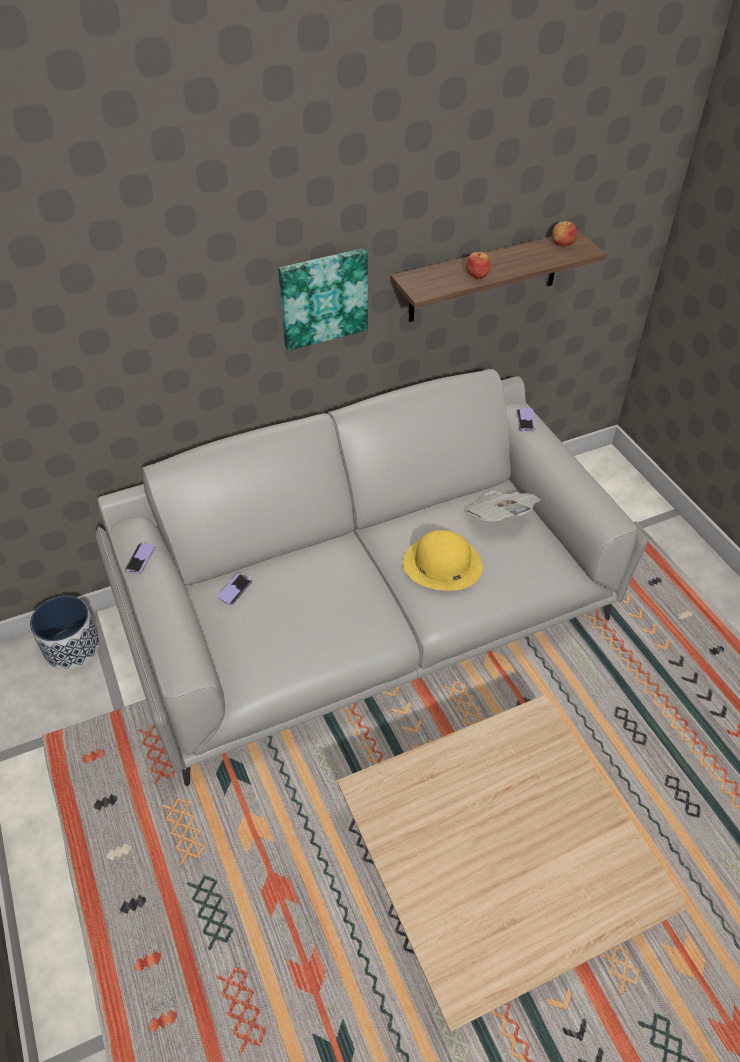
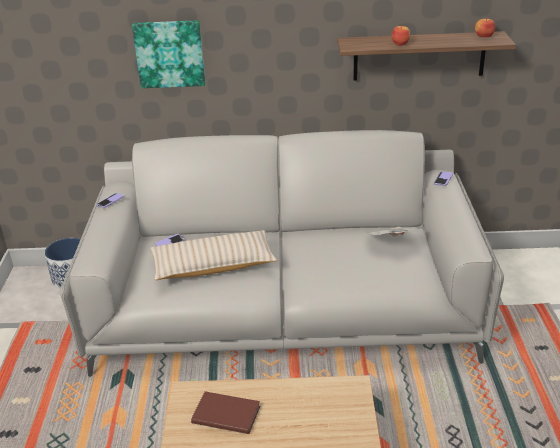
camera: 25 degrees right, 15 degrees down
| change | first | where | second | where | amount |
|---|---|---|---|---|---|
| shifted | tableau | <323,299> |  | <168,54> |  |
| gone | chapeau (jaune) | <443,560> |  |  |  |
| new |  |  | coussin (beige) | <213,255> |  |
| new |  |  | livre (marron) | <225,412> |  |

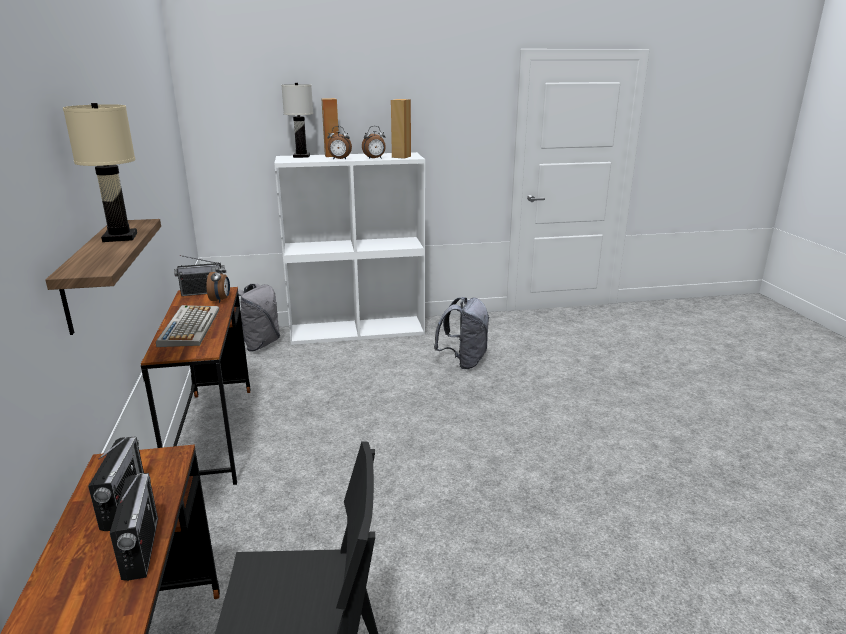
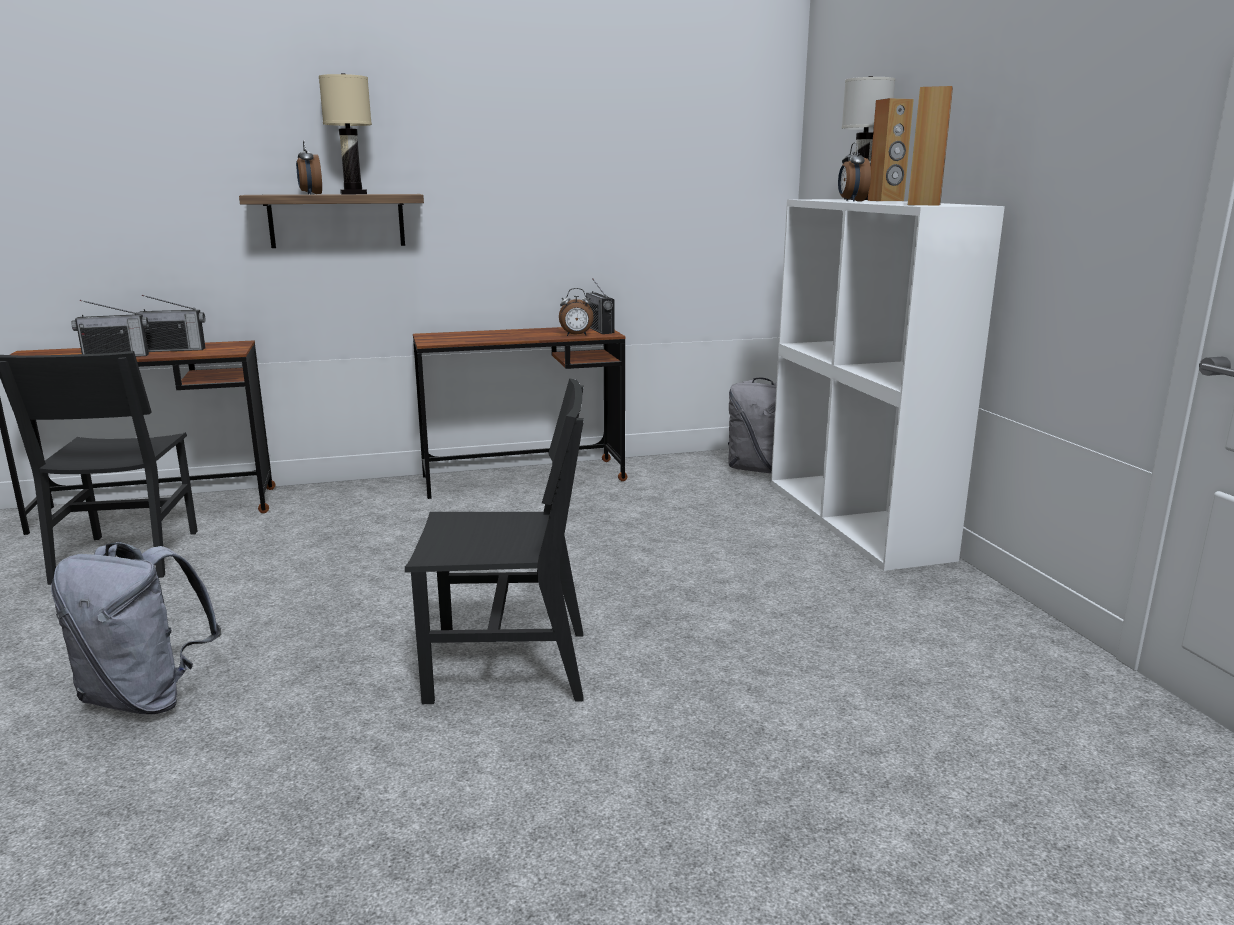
camera: 85 degrees right, 5 degrees down
| change | first | where | second | where | amount |
|---|---|---|---|---|---|
| shifted | réveil | <374,142> |  | <309,167> |  |
| shifted | sac à dos (gris) | <461,333> |  | <136,628> |  |
| gone | clavier | <187,326> |  |  |  |
| new |  |  | chaise (noir) | <494,541> |  |

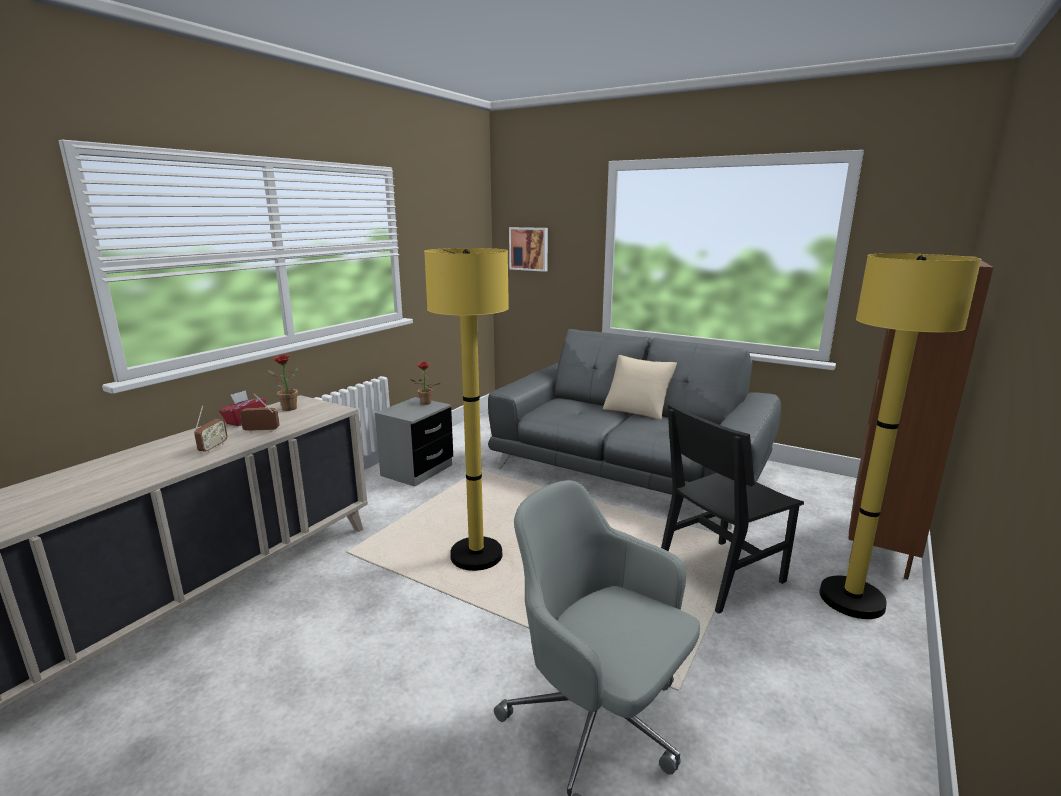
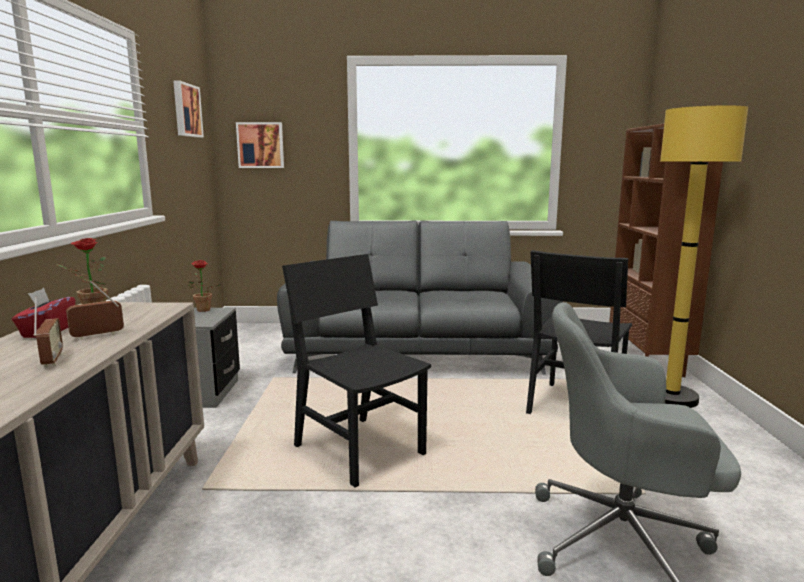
camera: 30 degrees left, 5 degrees down
| change | first | where | second | where | amount |
|---|---|---|---|---|---|
| swapped | lampadaire (jaune) | <466,409> | chaise (noir) | <356,370> |  |
| gone | coussin (beige) | <640,387> |  |  |  |
| new |  |  | tableau | <188,109> |  |

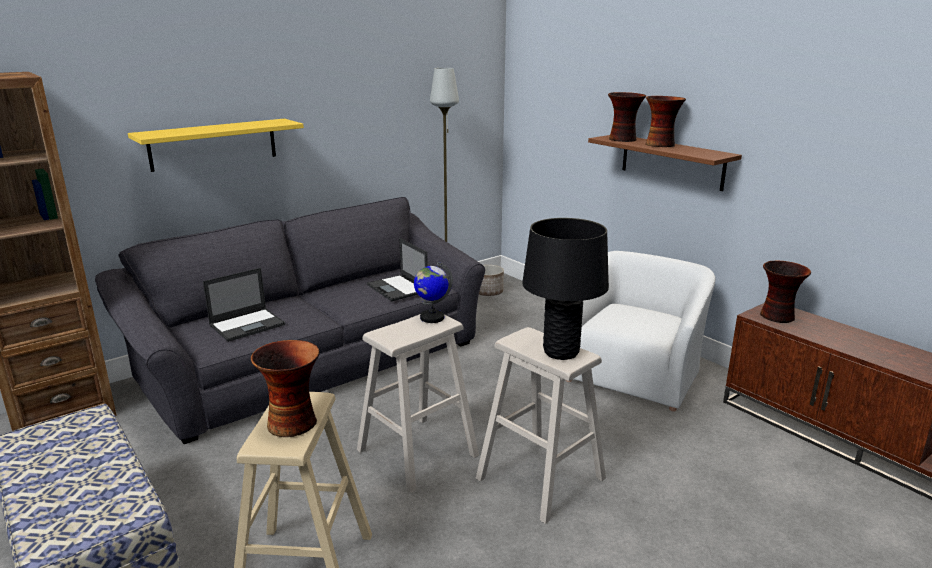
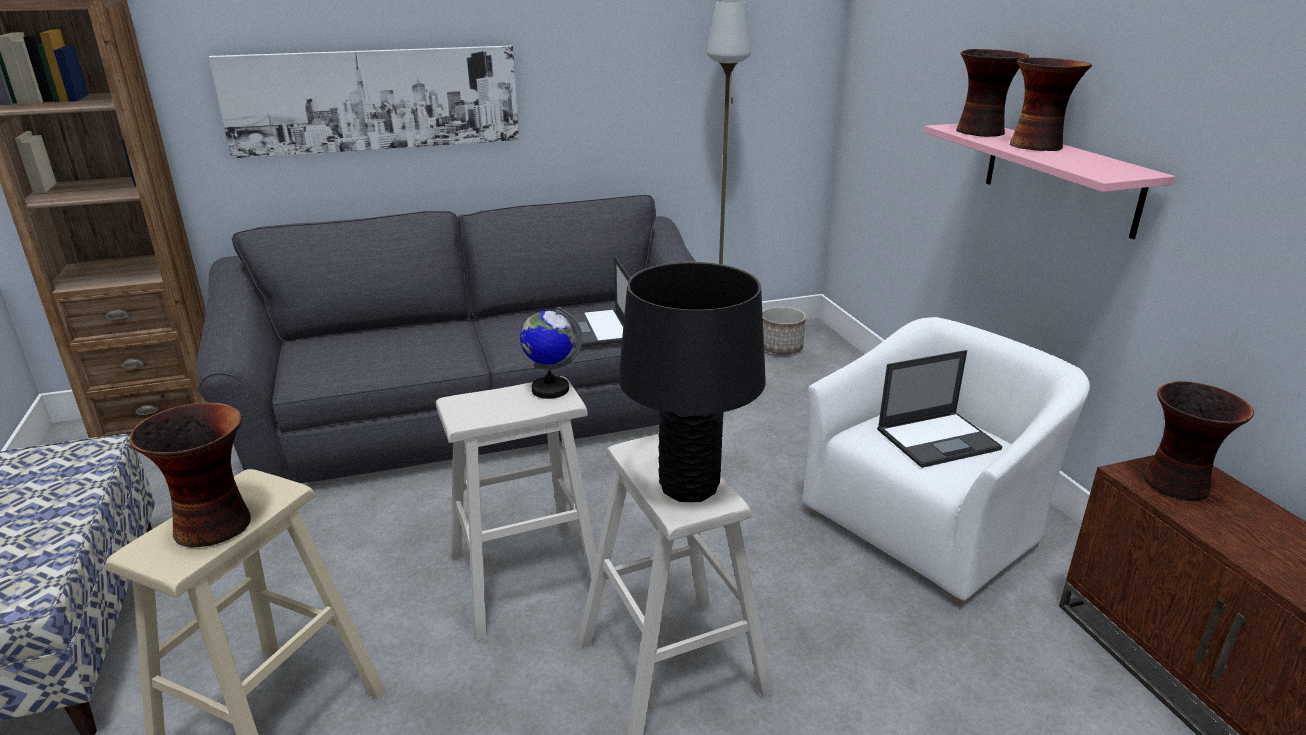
camera: 20 degrees right, 5 degrees up
| change | first | where | second | where | amount |
|---|---|---|---|---|---|
| swapped | étagère (jaune) | <216,145> | tableau | <364,102> |  |
| repainted | étagère (marron) | <665,163> | étagère (rose) | <1049,181> |  |
| shifted | ordinateur portable | <244,305> |  | <939,409> |  |

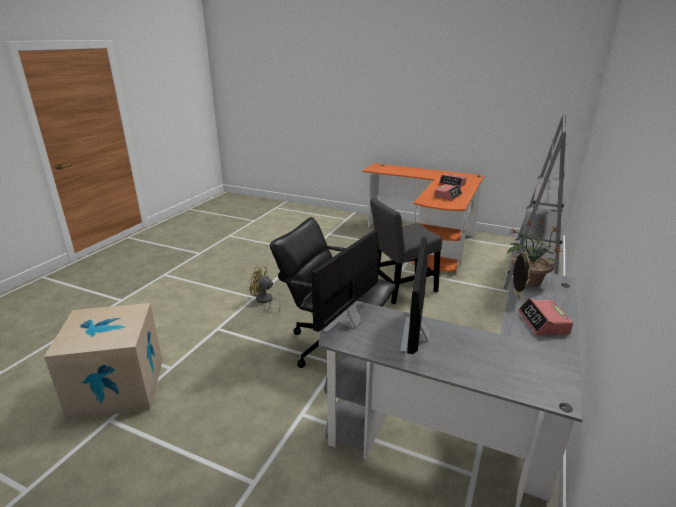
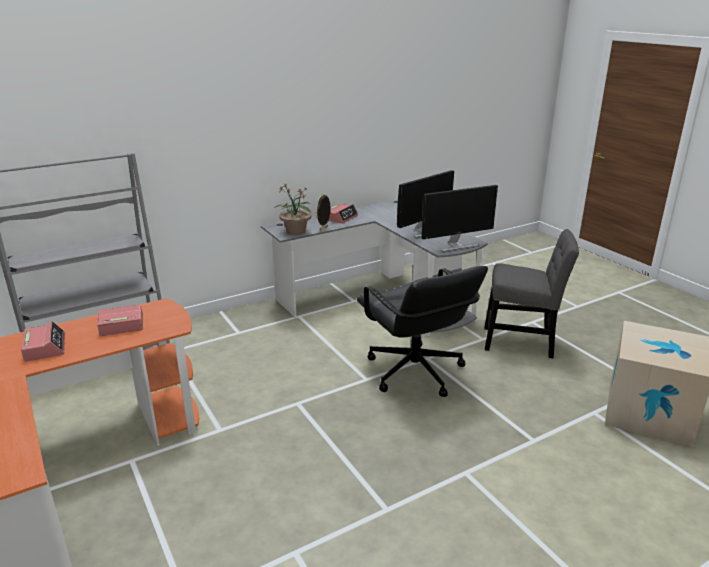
camera: 145 degrees left, 0 degrees up
| change | first | where | second | where | amount |
|---|---|---|---|---|---|
| shifted | chaise (gris) | <406,251> |  | <531,293> |  |
| gone | ventilateur (jaune) | <265,289> |  |  |  |

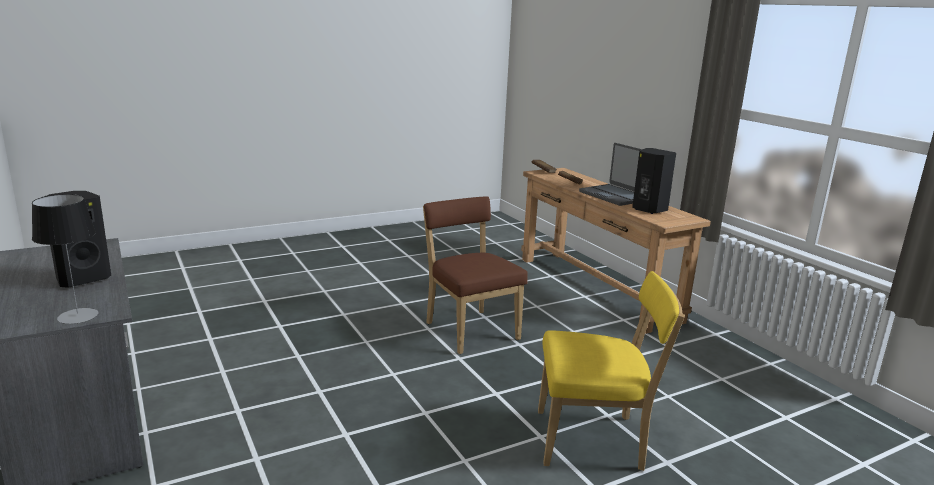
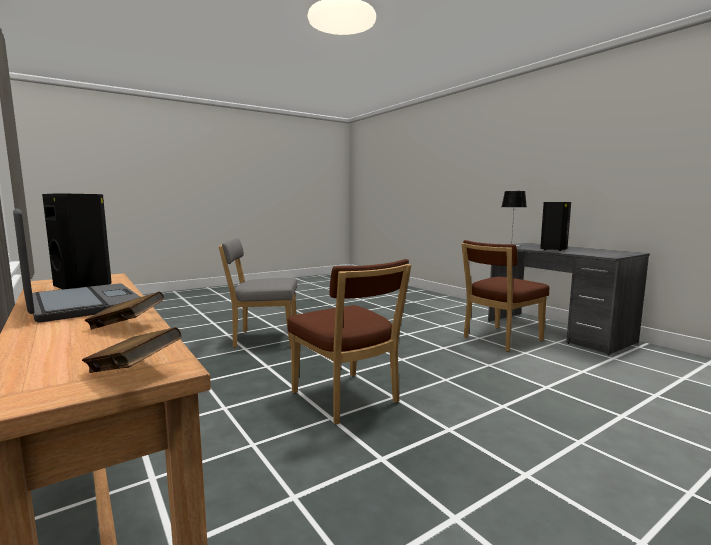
camera: 175 degrees right, 10 degrees down
| change | first | where | second | where | amount |
|---|---|---|---|---|---|
| repainted | chaise (jaune) | <611,371> | chaise (gris) | <257,293> |  |
| new |  |  | chaise (marron) | <505,296> |  |

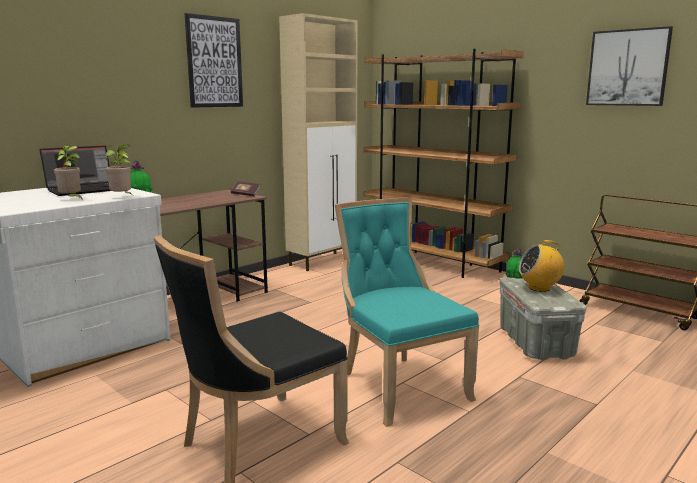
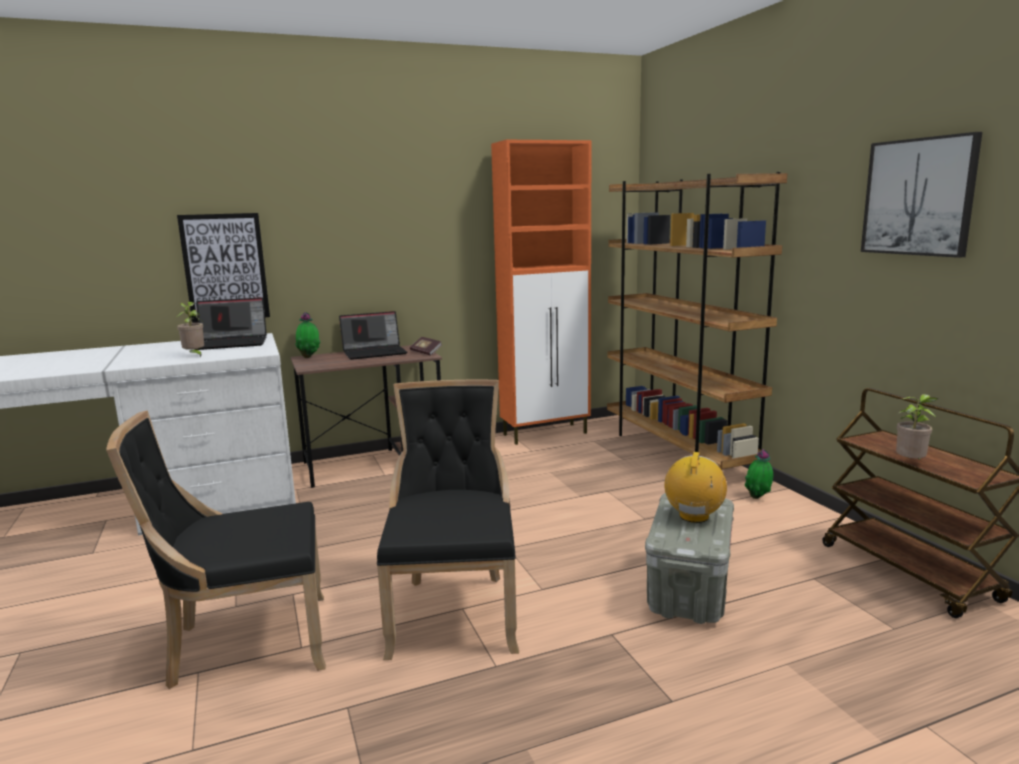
camera: 25 degrees right, 0 degrees up
| change | first | where | second | where | amount |
|---|---|---|---|---|---|
| shifted | tableau | <214,60> |  | <223,268> |  |
| repainted | meuble de rangement (beige) | <318,142> | meuble de rangement (orange) | <541,292> |  |
| shifted | plante en pot | <118,169> |  | <916,426> |  |
| repainted | chaise (turquoise) | <407,312> | chaise (noir) | <448,520> |  |
| rotated | radio | <541,266> |  | <695,487> | 90 degrees clockwise |
| new |  |  | ordinateur portable | <373,335> |  |

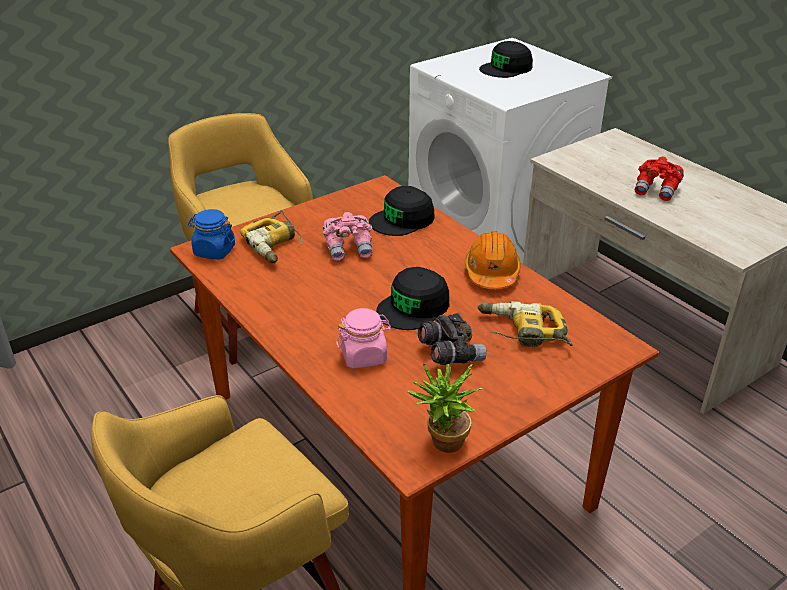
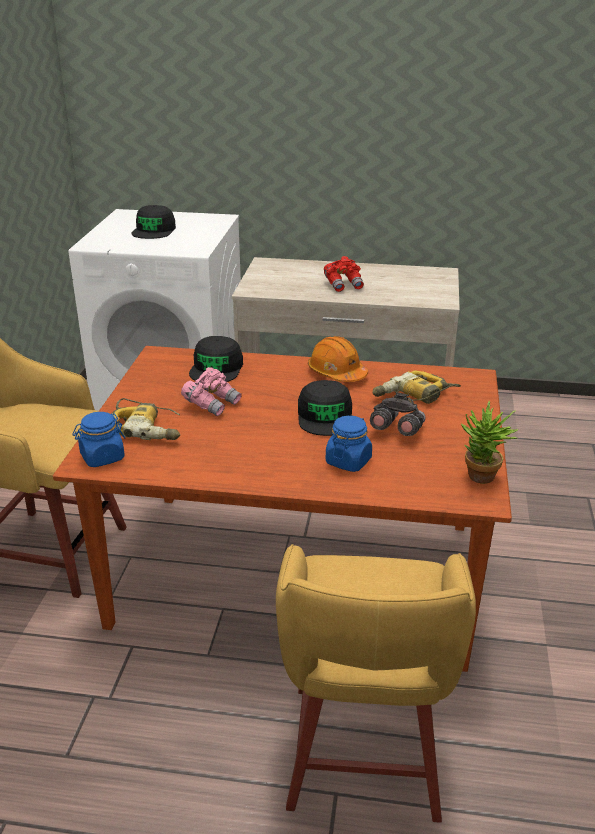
camera: 45 degrees left, 5 degrees down
| change | first | where | second | where | amount |
|---|---|---|---|---|---|
| repainted | bocal (rose) | <363,338> | bocal (bleu) | <349,444> |  |

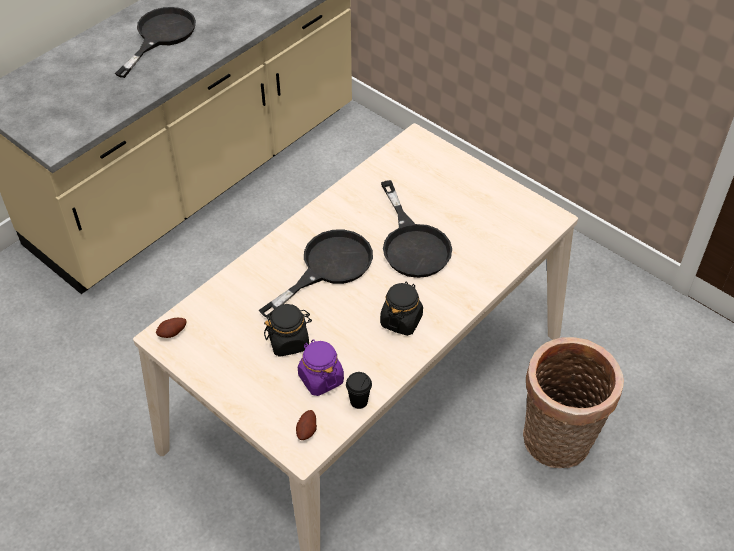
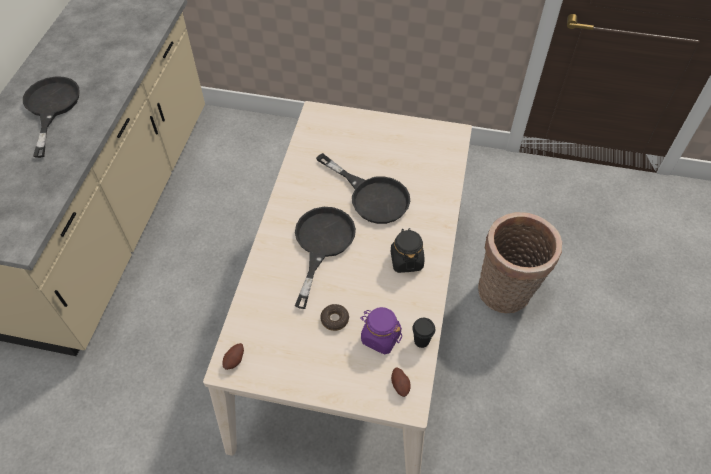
camera: 30 degrees left, 5 degrees up
| change | first | where | second | where | amount |
|---|---|---|---|---|---|
| swapped | bocal (noir) | <288,330> | beignet | <334,317> |  |

